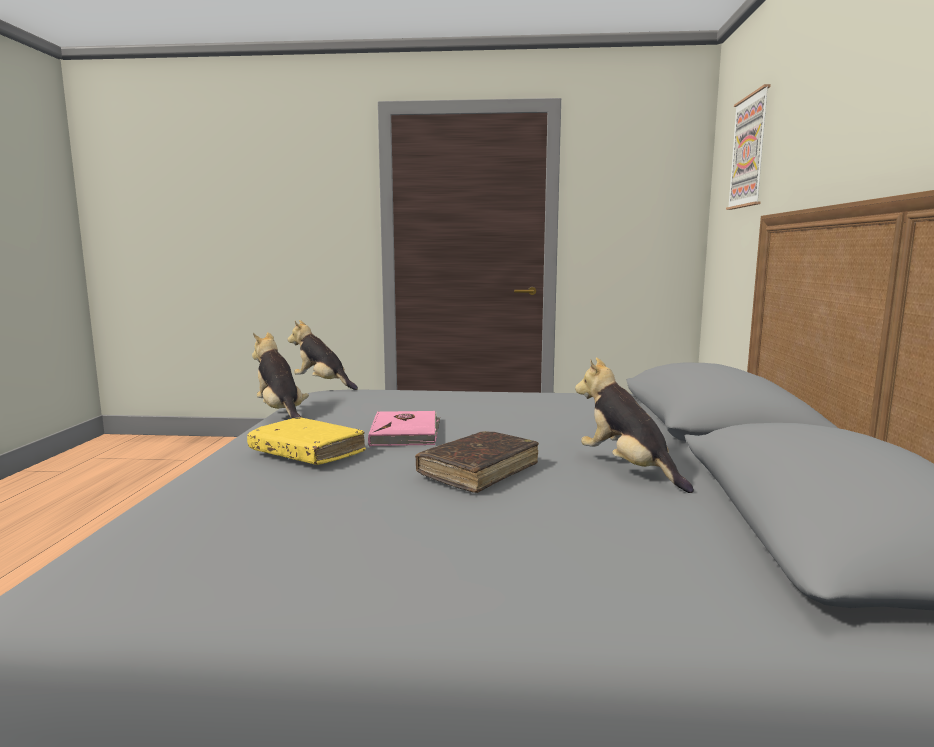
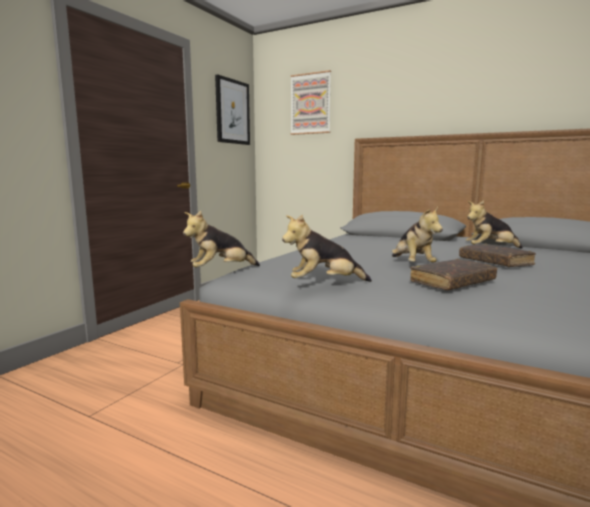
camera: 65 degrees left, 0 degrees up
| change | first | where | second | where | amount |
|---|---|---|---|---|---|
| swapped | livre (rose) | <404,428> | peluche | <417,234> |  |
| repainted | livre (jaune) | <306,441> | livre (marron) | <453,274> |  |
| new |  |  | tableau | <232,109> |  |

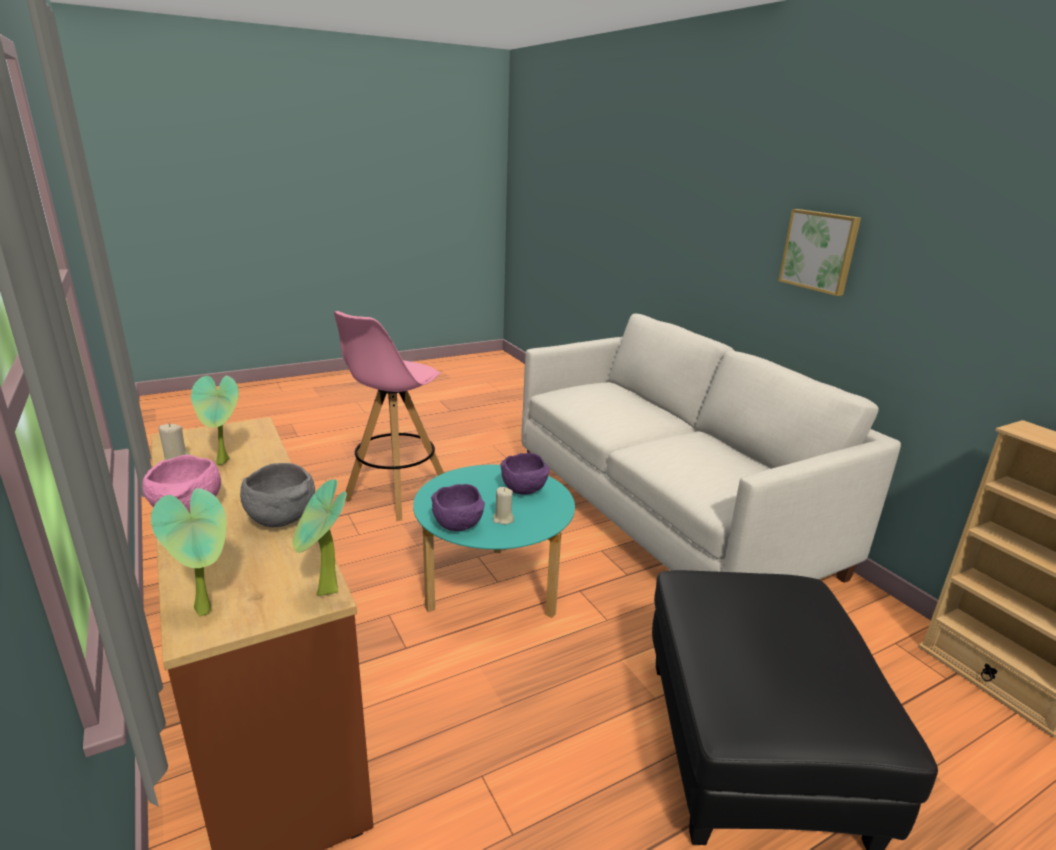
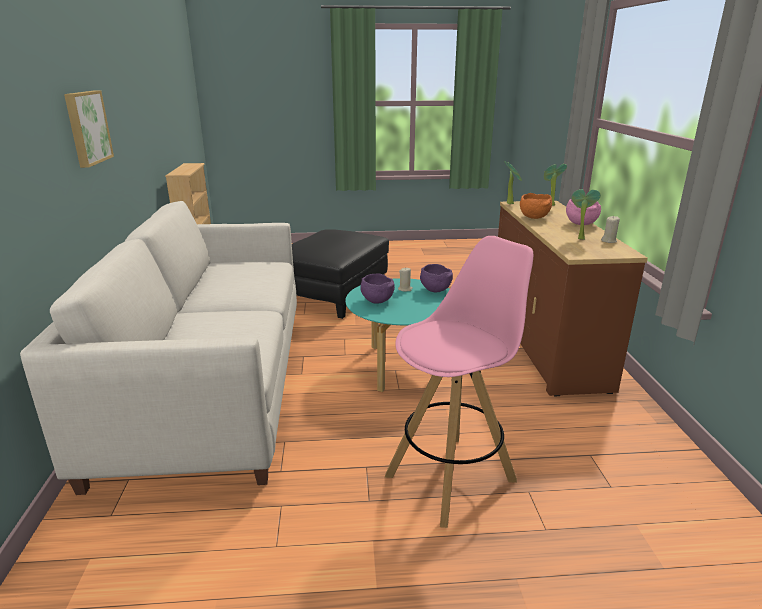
camera: 155 degrees left, 0 degrees up
| change | first | where | second | where | amount |
|---|---|---|---|---|---|
| repainted | bol (gris) | <277,495> | bol (orange) | <536,206> |  |

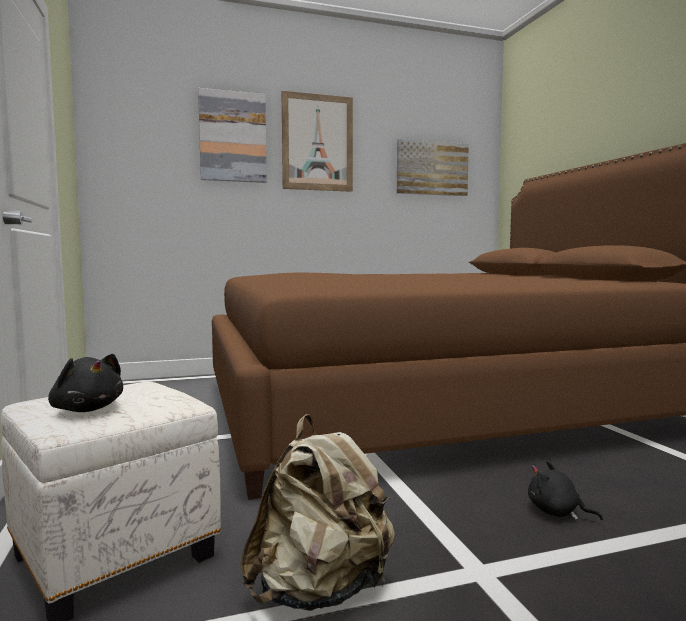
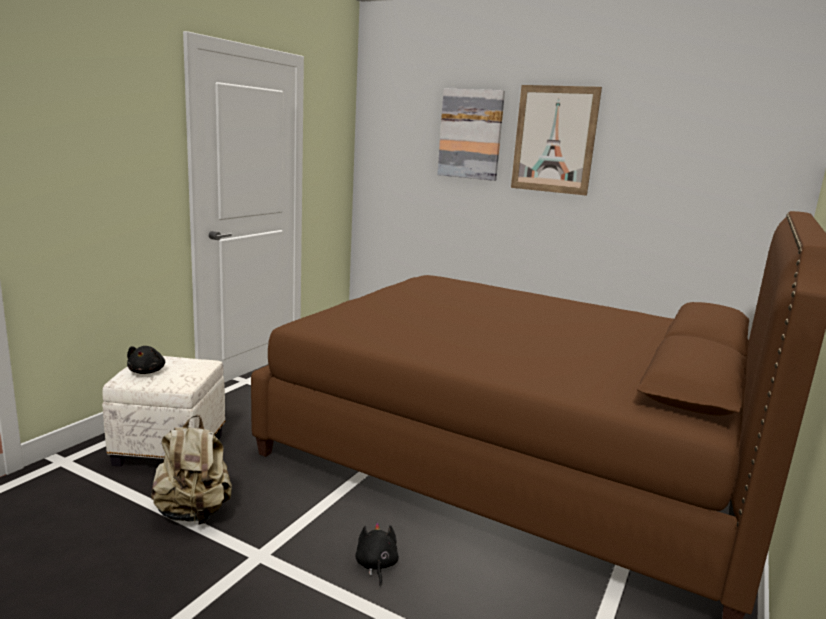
camera: 45 degrees right, 10 degrees up
| change | first | where | second | where | amount |
|---|---|---|---|---|---|
| gone | tableau | <433,167> |  |  |  |

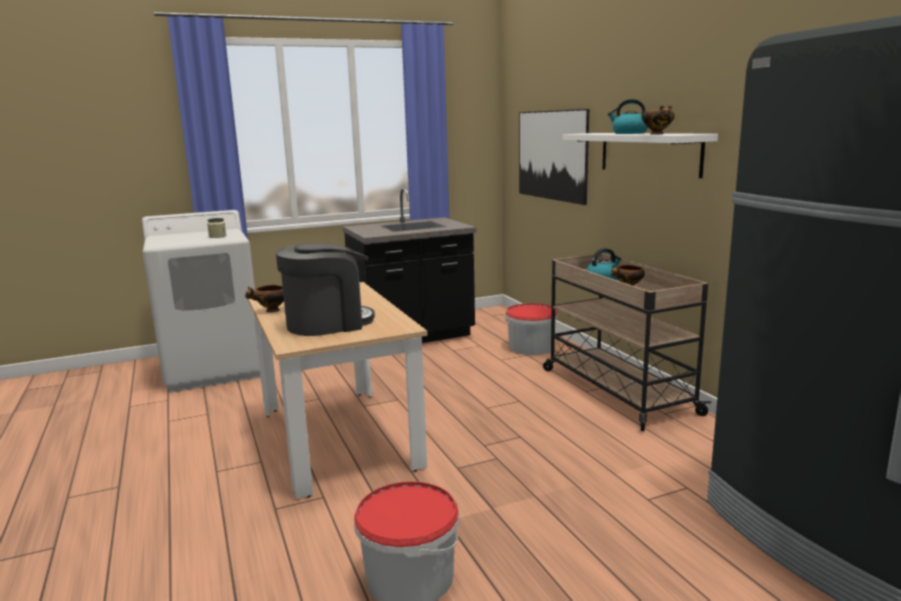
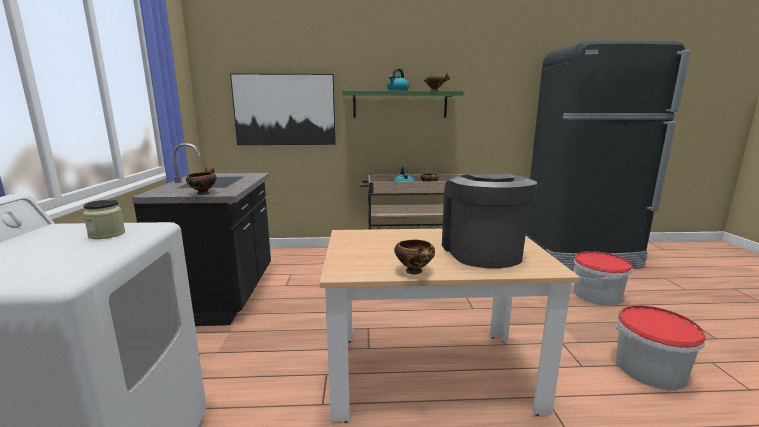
camera: 70 degrees left, 0 degrees up
| change | first | where | second | where | amount |
|---|---|---|---|---|---|
| repainted | étagère (blanc) | <640,155> | étagère (vert) | <403,104> |  |
| shifted | seau | <531,329> |  | <603,278> |  |
| new |  |  | bol | <201,181> |  |

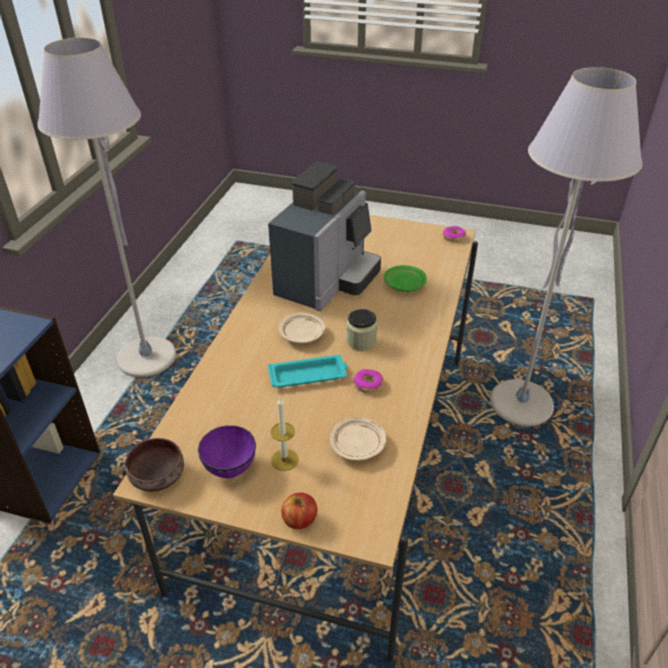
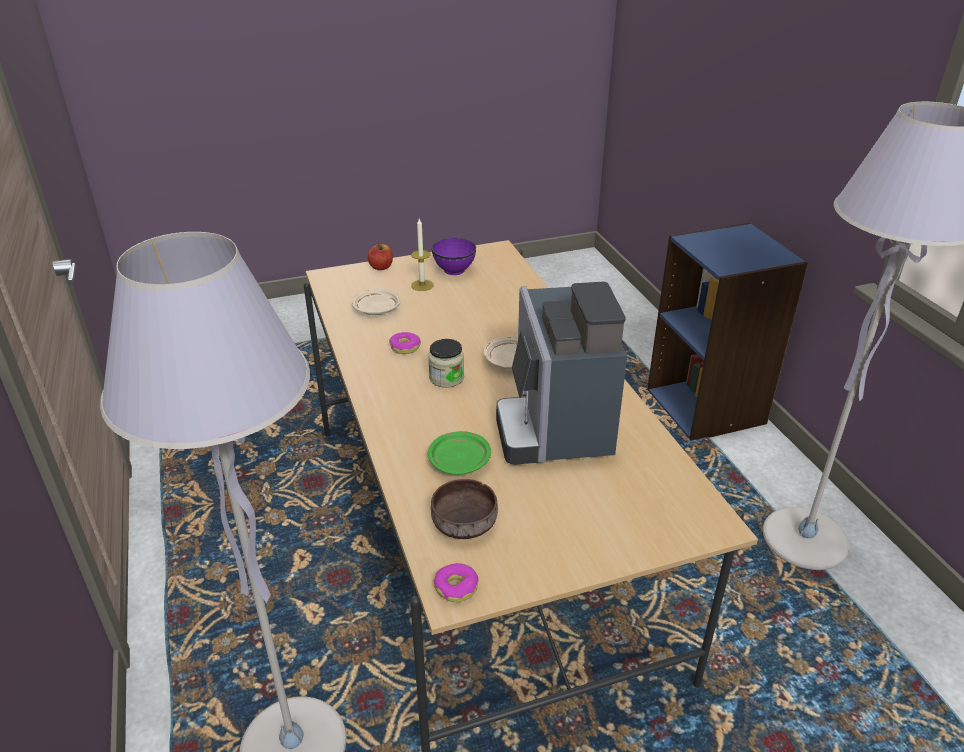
camera: 145 degrees right, 5 degrees down
| change | first | where | second | where | amount |
|---|---|---|---|---|---|
| gone | plateau (turquoise) | <308,371> |  |  |  |
| shifted | bol (marron) | <154,465> |  | <464,509> |  |

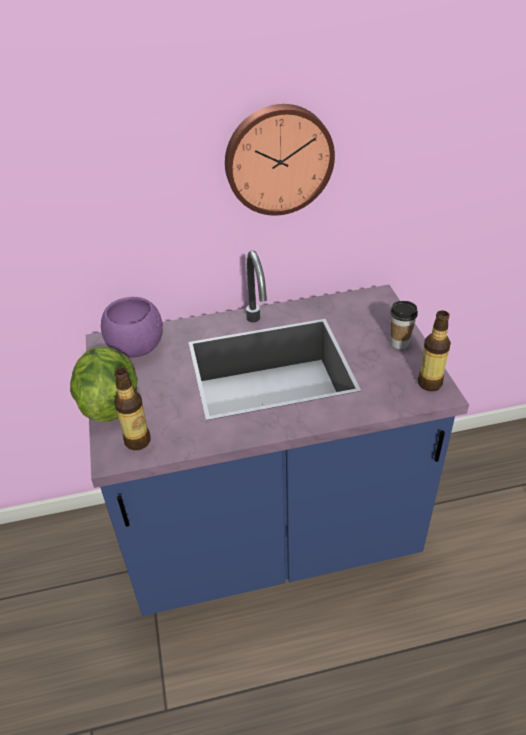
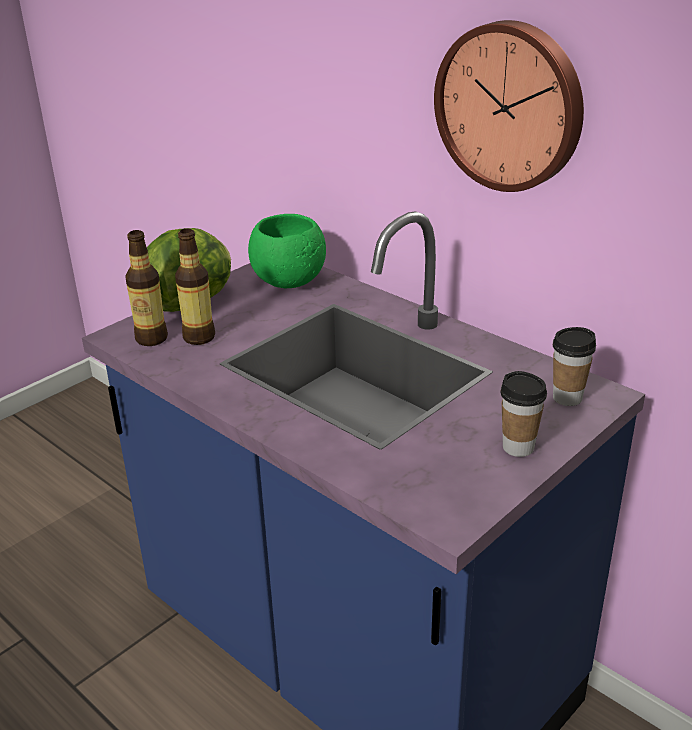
camera: 55 degrees right, 10 degrees down
| change | first | where | second | where | amount |
|---|---|---|---|---|---|
| repainted | bol (violet) | <132,327> | bol (vert) | <287,251> |  |
| shifted | bouteille | <434,350> |  | <195,287> |  |
| new |  |  | tasse | <574,366> |  |

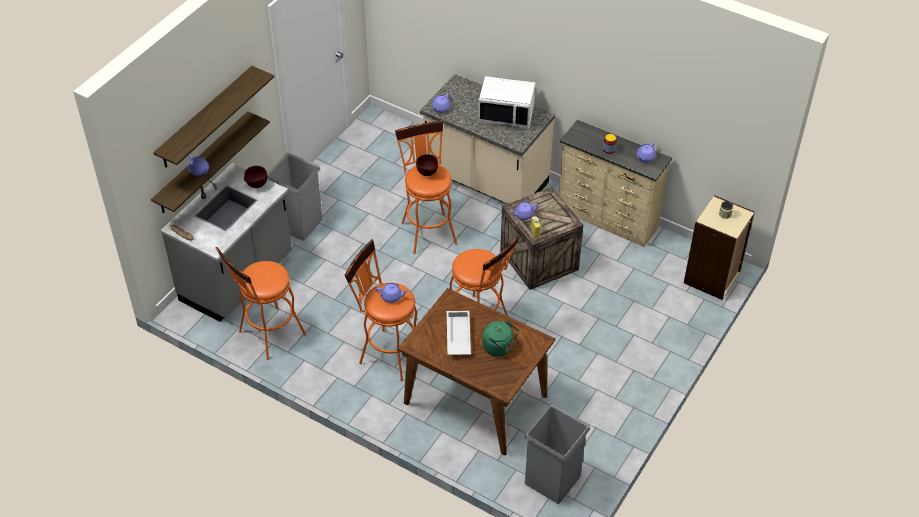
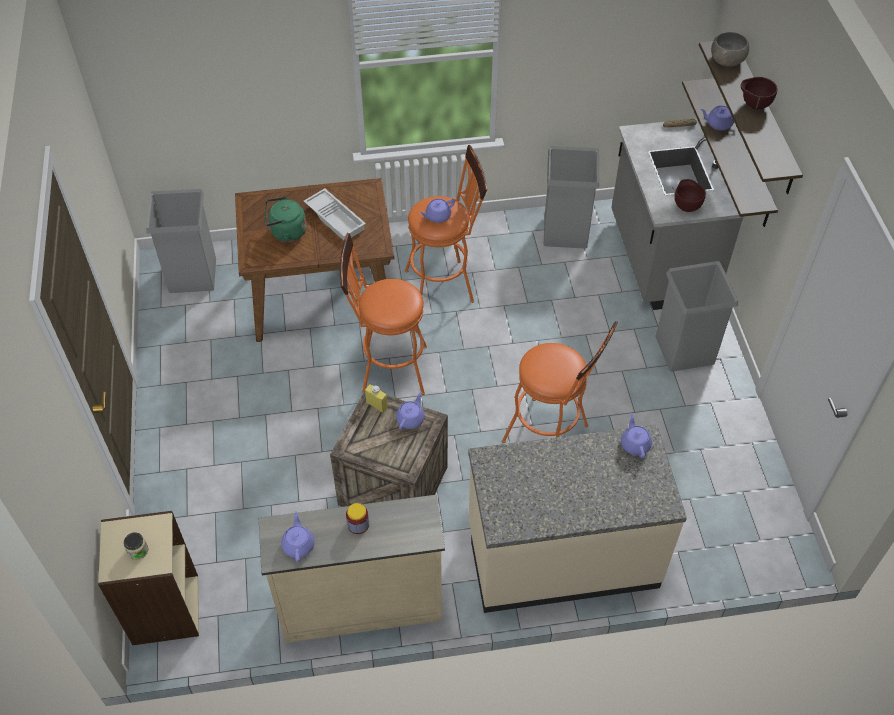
camera: 140 degrees right, 5 degrees up
| change | first | where | second | where | amount |
|---|---|---|---|---|---|
| gone | micro-ondes (blanc) | <506,102> |  |  |  |
| shifted | bol (marron) | <427,165> |  | <759,93> |  |
| swapped | tabouret (orange) | <261,303> | poubelle (gris) | <571,197> |  |
| new |  |  | bol (gris) | <730,49> |  |

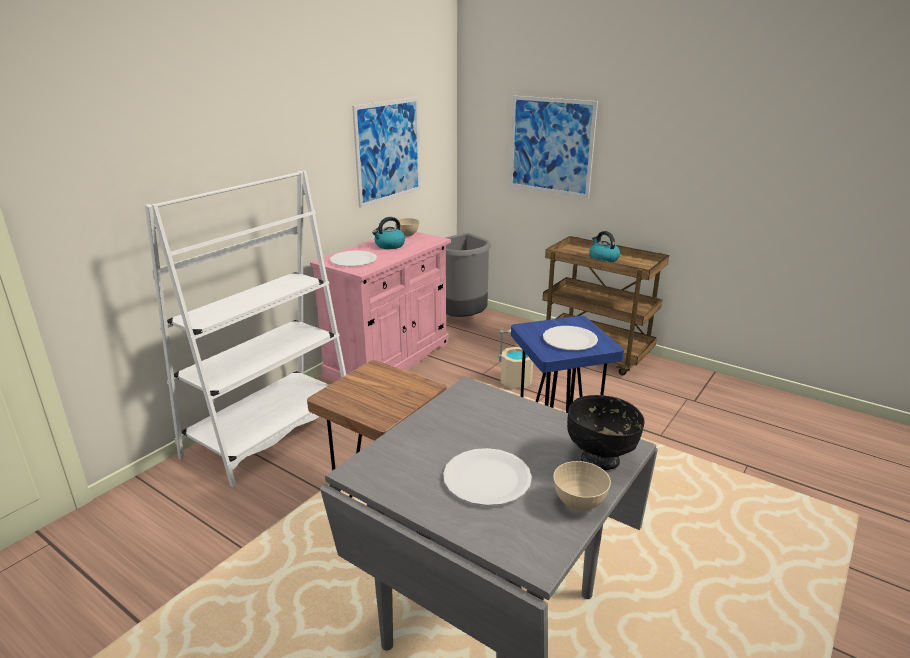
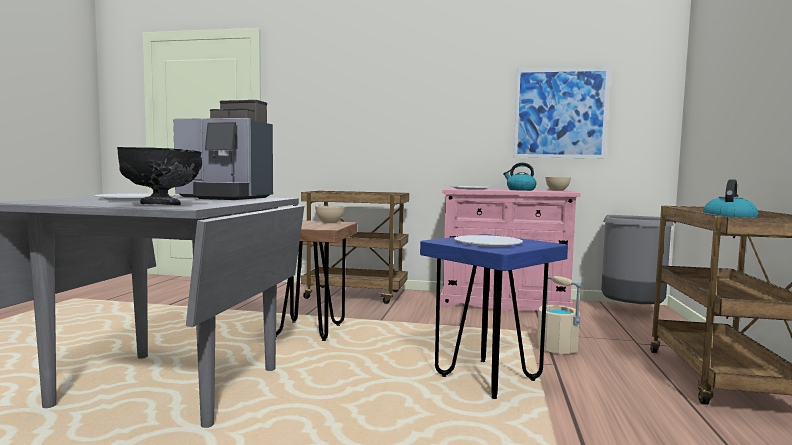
camera: 65 degrees right, 20 degrees down
| change | first | where | second | where | amount |
|---|---|---|---|---|---|
| gone | tableau | <554,147> |  |  |  |
| swapped | bibliothèque (blanc) | <245,329> | chariot (marron) | <355,247> |  |
| shifted | bol (beige) | <582,486> |  | <330,214> |  |
| new |  |  | machine à café | <223,150> |  |

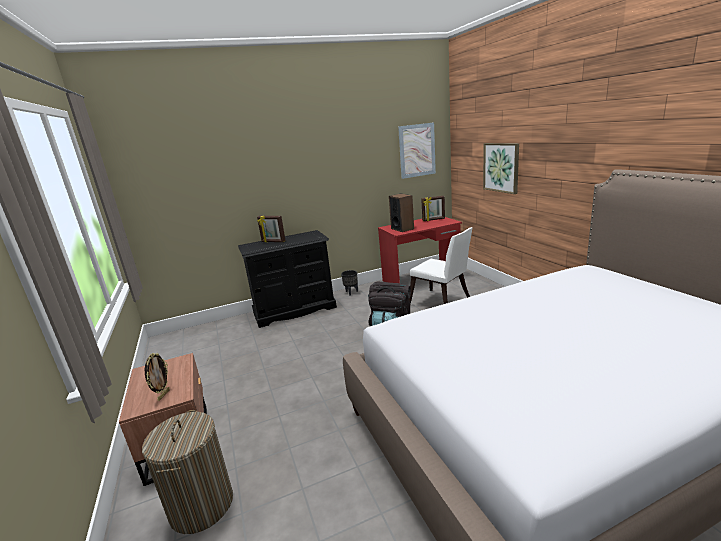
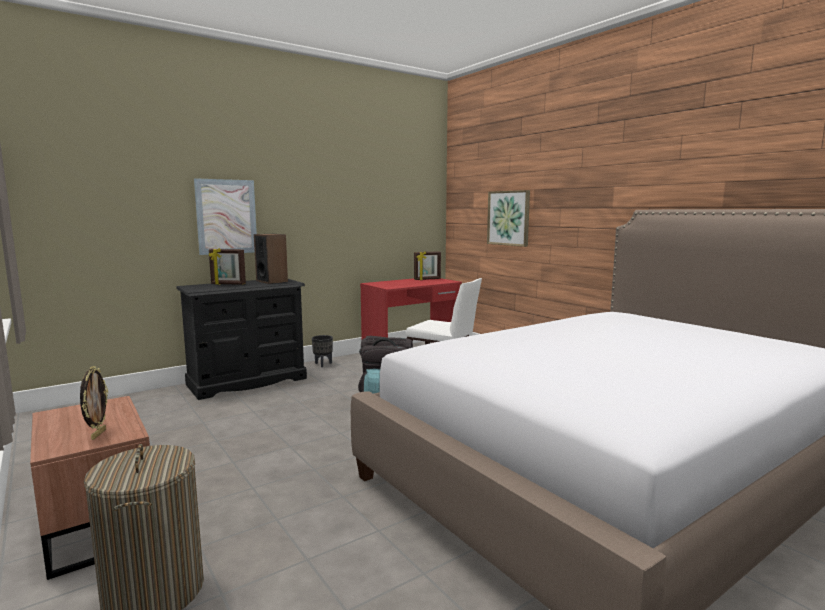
camera: 15 degrees left, 10 degrees down
| change | first | where | second | where | amount |
|---|---|---|---|---|---|
| shifted | tableau | <417,150> |  | <225,216> |  |
| shifted | enceinte | <401,213> |  | <271,259> |  |

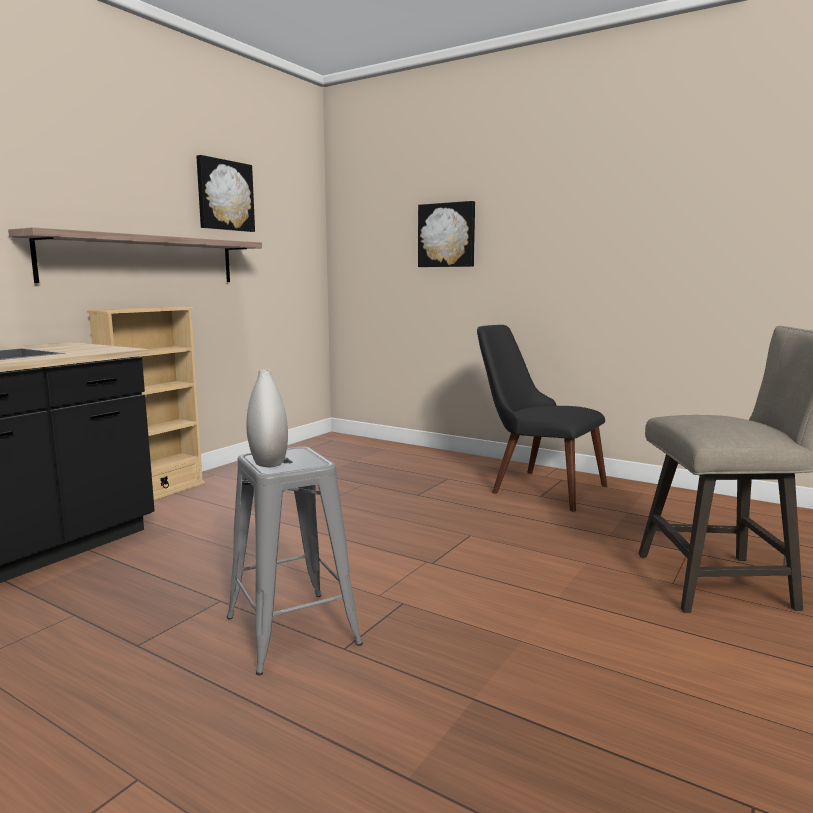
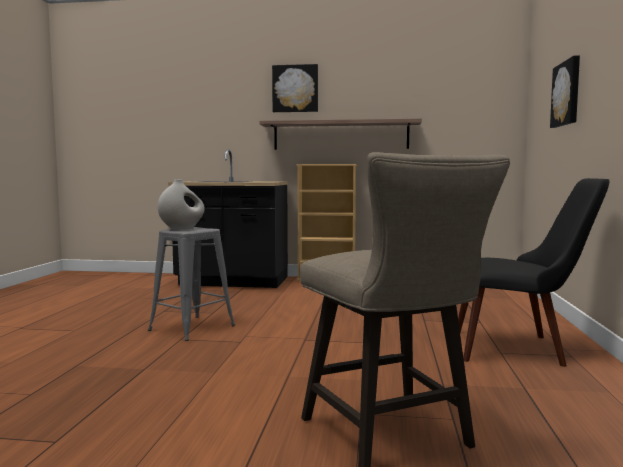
camera: 65 degrees right, 5 degrees down
| change | first | where | second | where | amount |
|---|---|---|---|---|---|
| shifted | tableau | <225,193> |  | <295,88> |  |
| rotated | chaise (noir) | <542,418> |  | <533,272> | 90 degrees clockwise |

